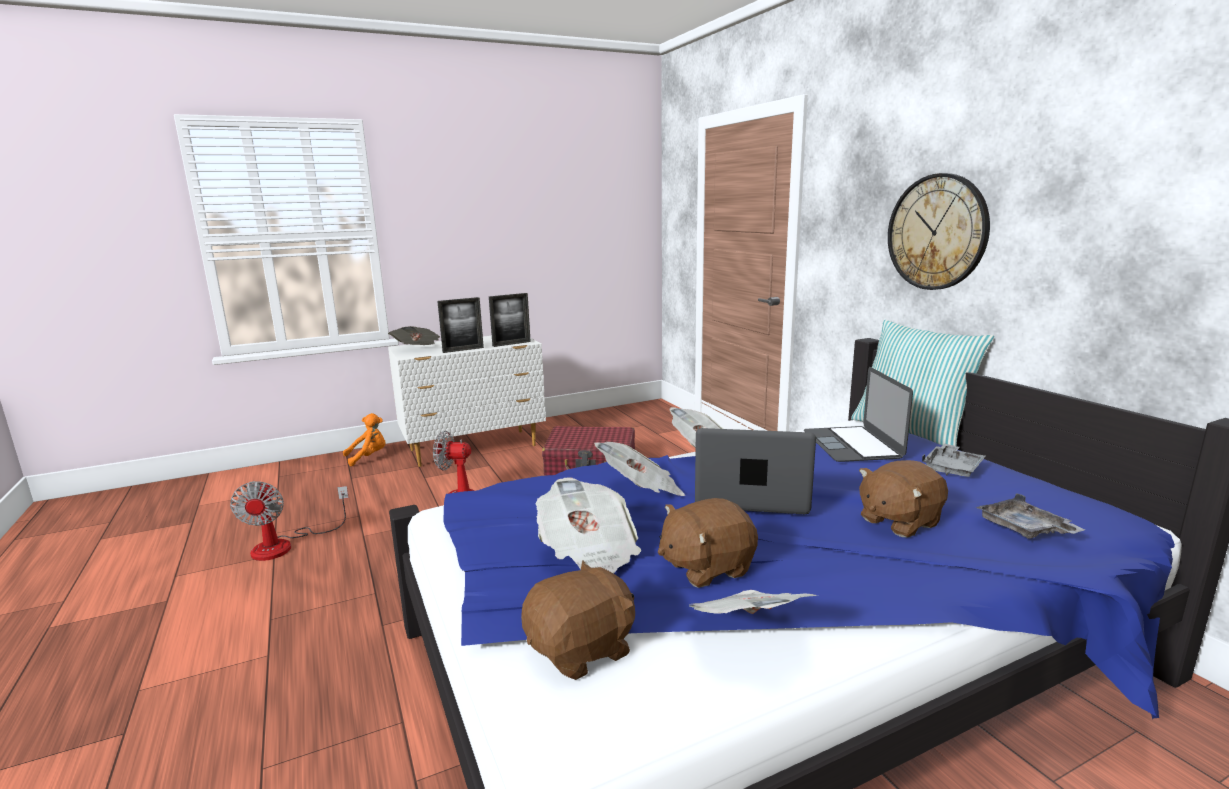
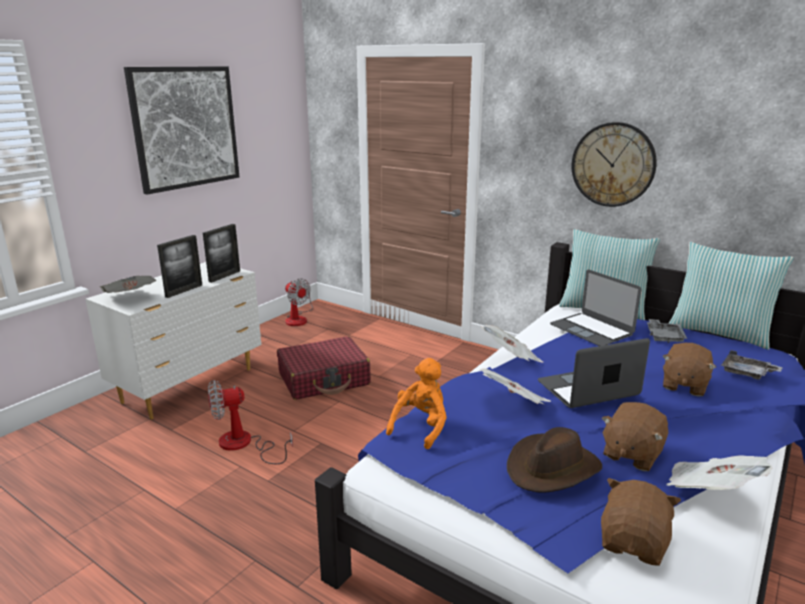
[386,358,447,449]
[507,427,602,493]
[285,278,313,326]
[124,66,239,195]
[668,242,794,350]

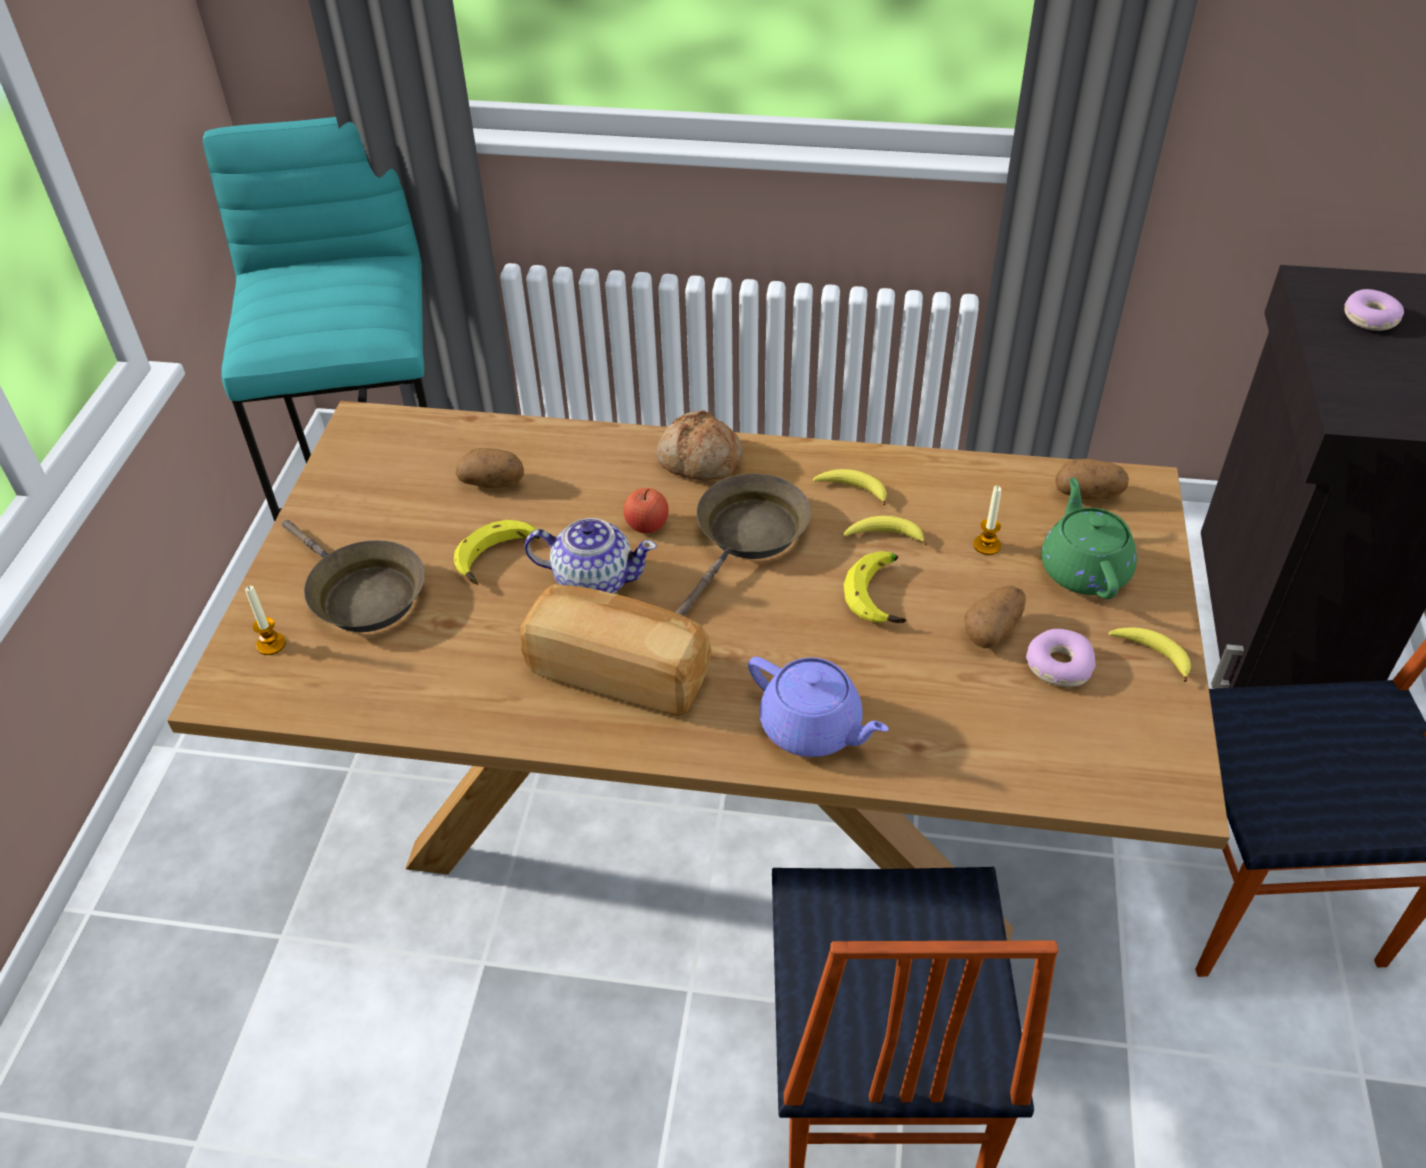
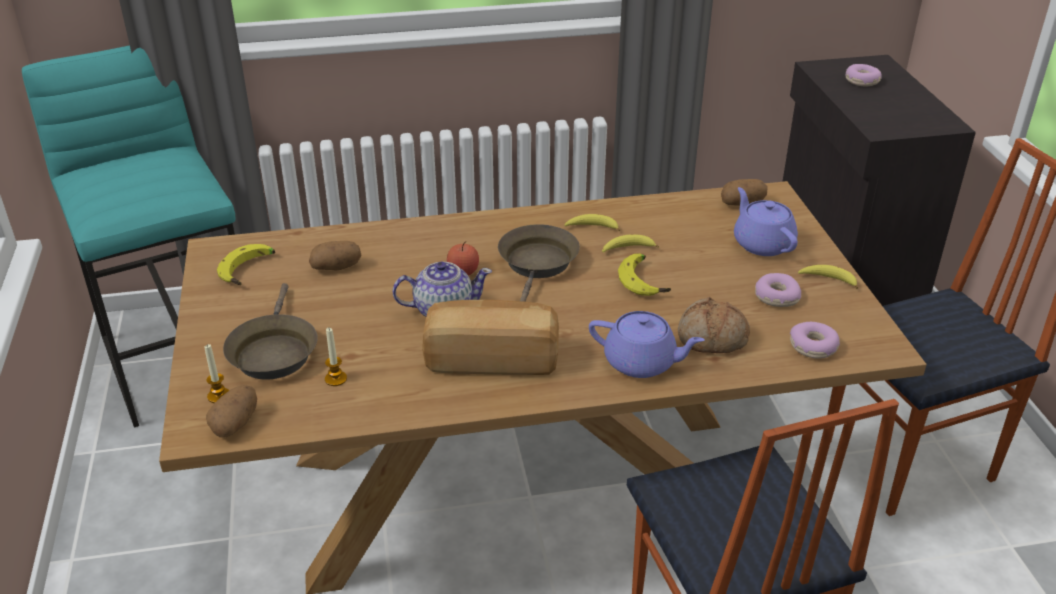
[678,297,750,353]
[734,187,798,256]
[325,328,347,386]
[223,283,318,380]
[217,244,275,285]
[206,385,257,438]
[790,322,840,359]

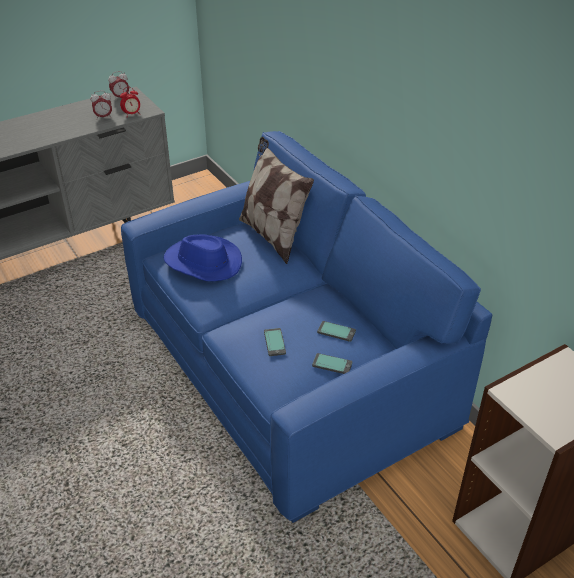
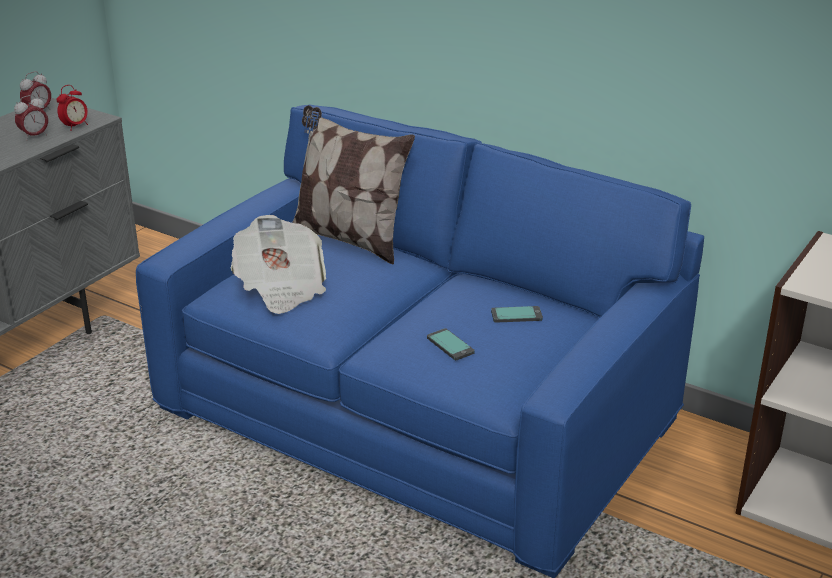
[231,215,326,314]
[312,353,352,374] (first image)

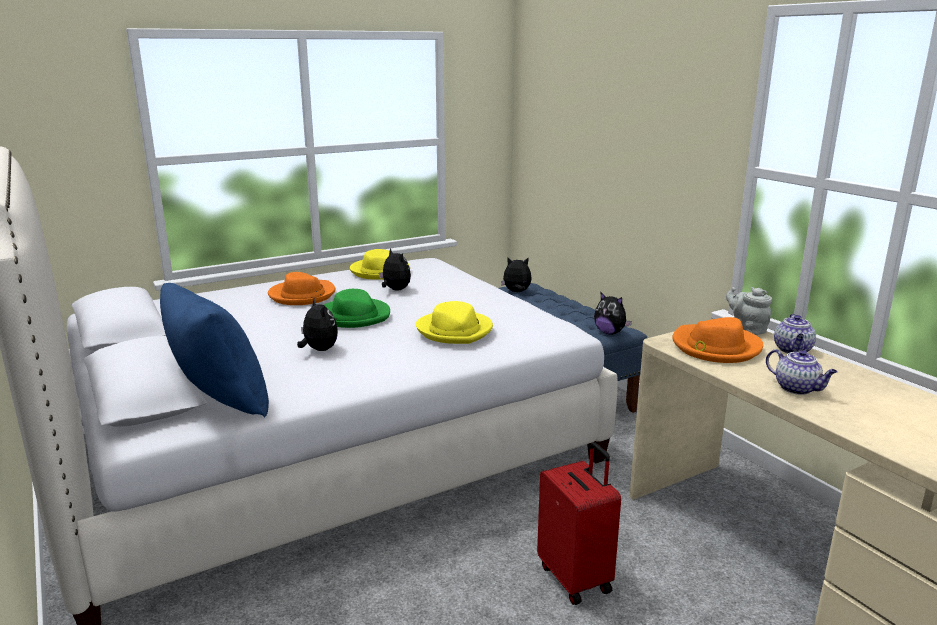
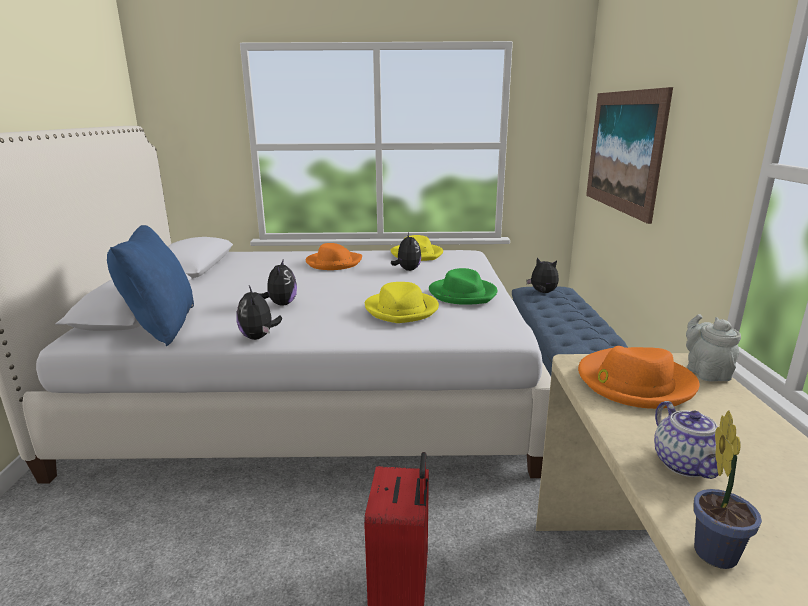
[429,268,497,305]
[236,286,282,340]
[774,314,816,354] (first image)
[586,87,673,224]
[694,411,762,569]

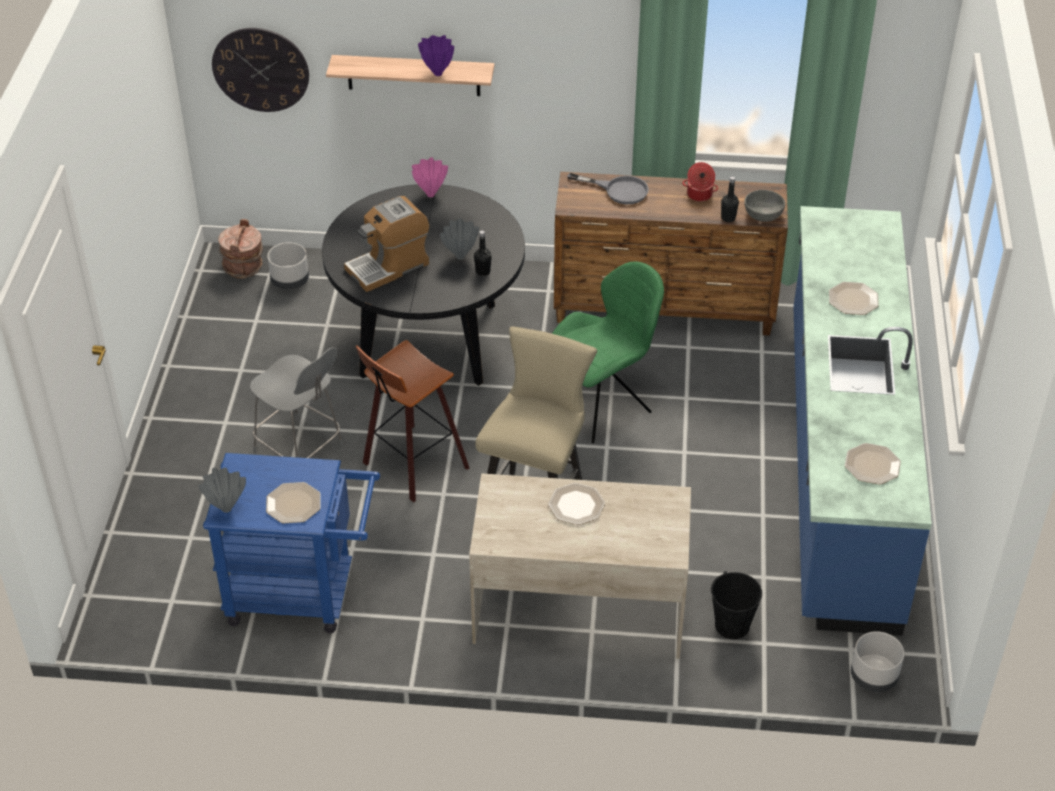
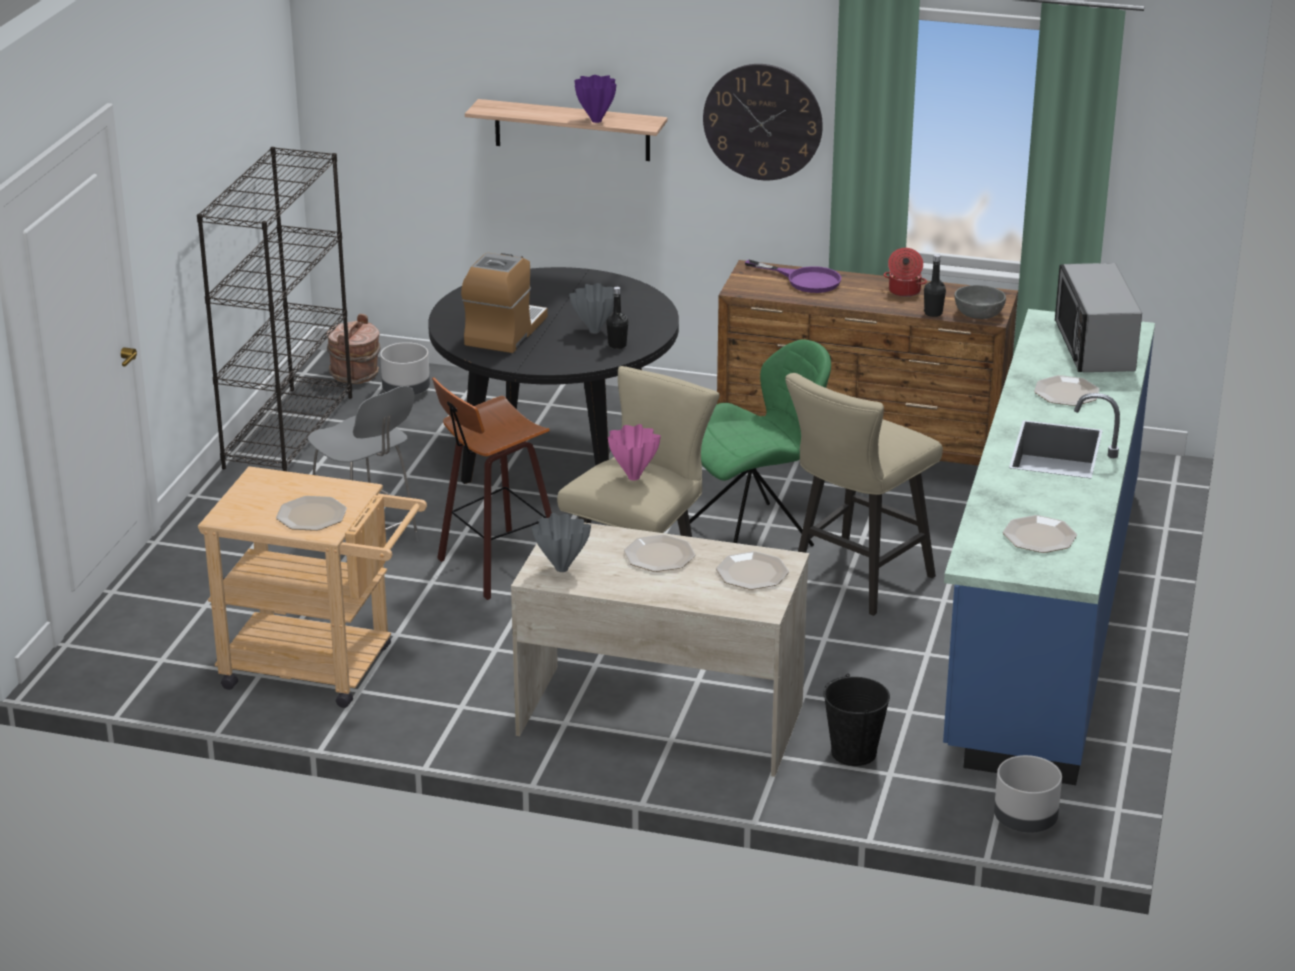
[703,64,823,180]
[608,424,661,481]
[745,260,841,293]
[461,253,548,353]
[198,466,427,708]
[532,513,591,572]
[197,147,352,471]
[1055,263,1142,372]
[785,373,943,616]
[716,551,789,590]

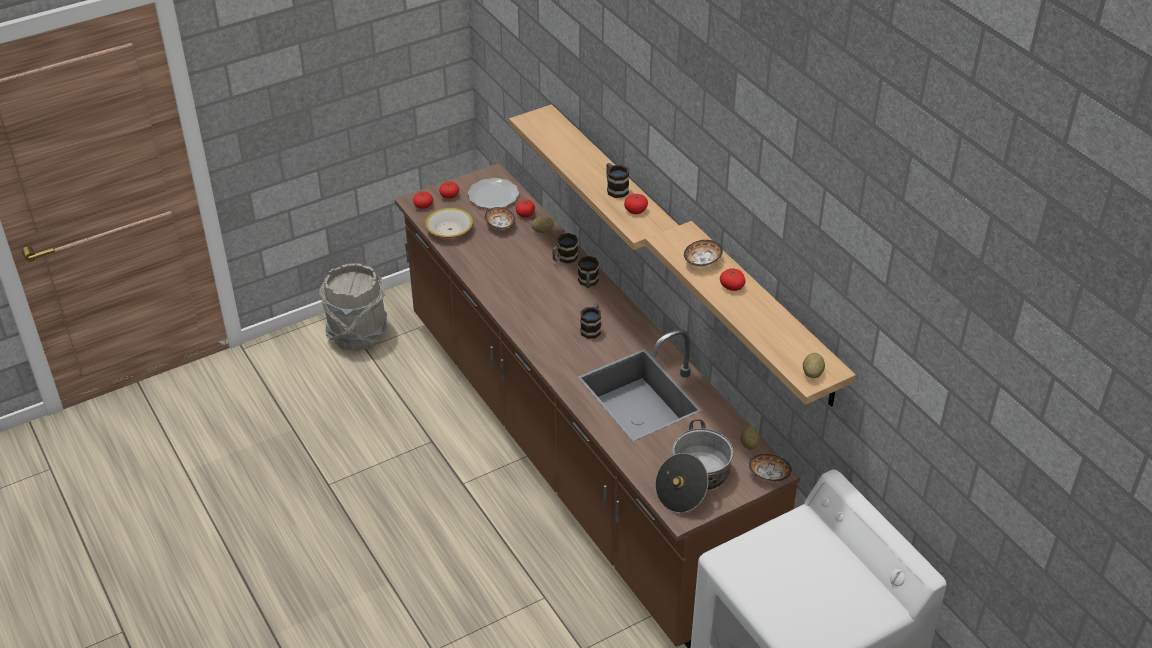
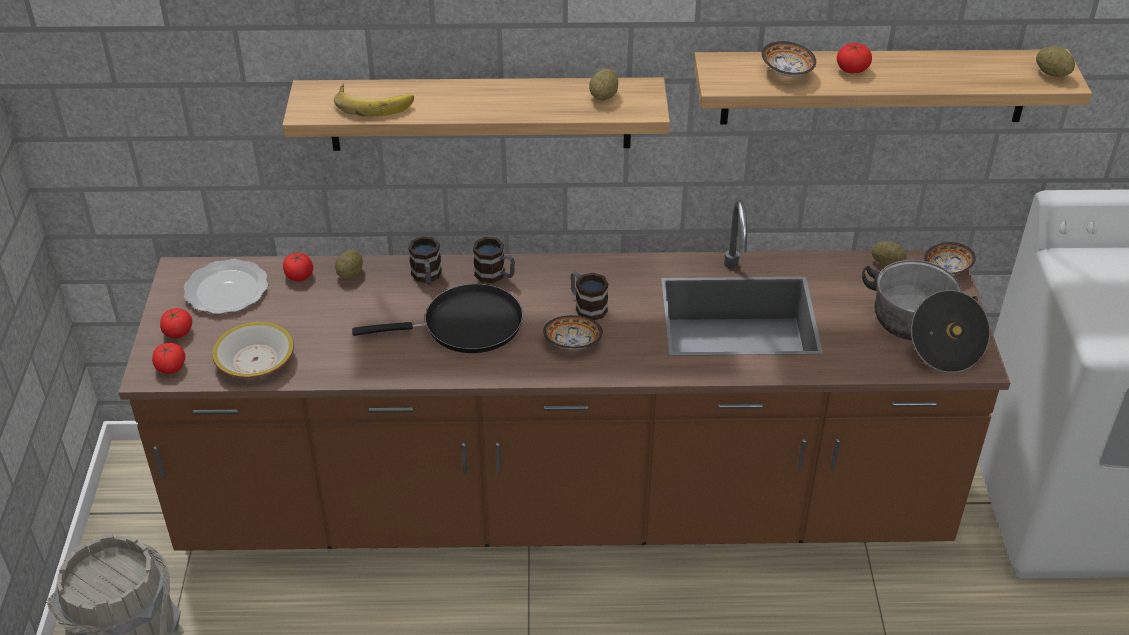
[606,163,629,198] (first image)
[589,69,618,100]
[543,315,603,350]
[334,84,414,117]
[352,284,523,353]

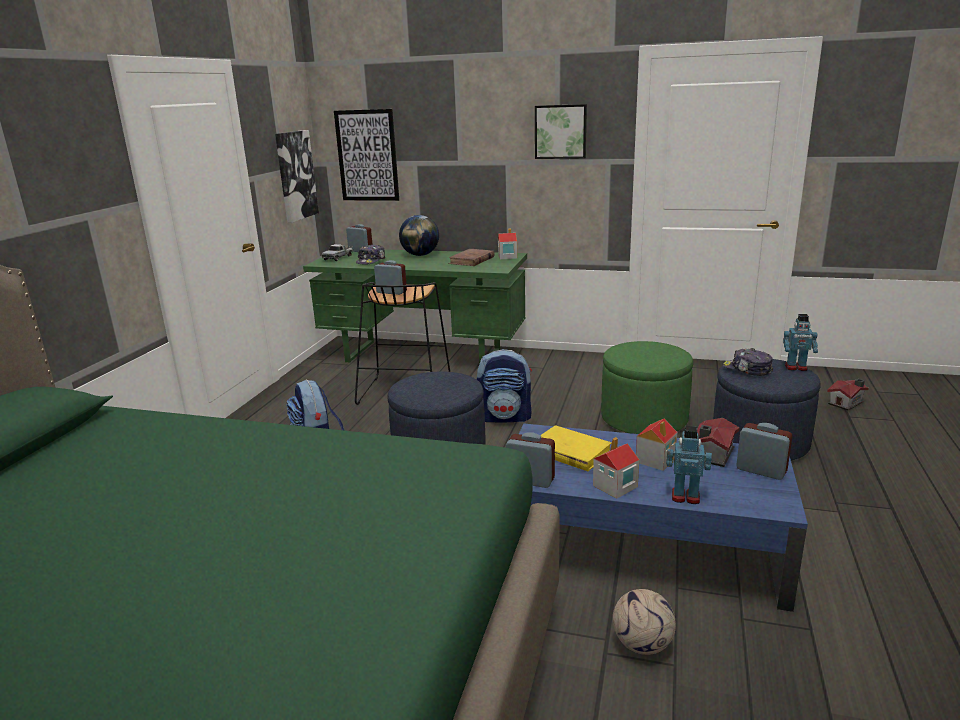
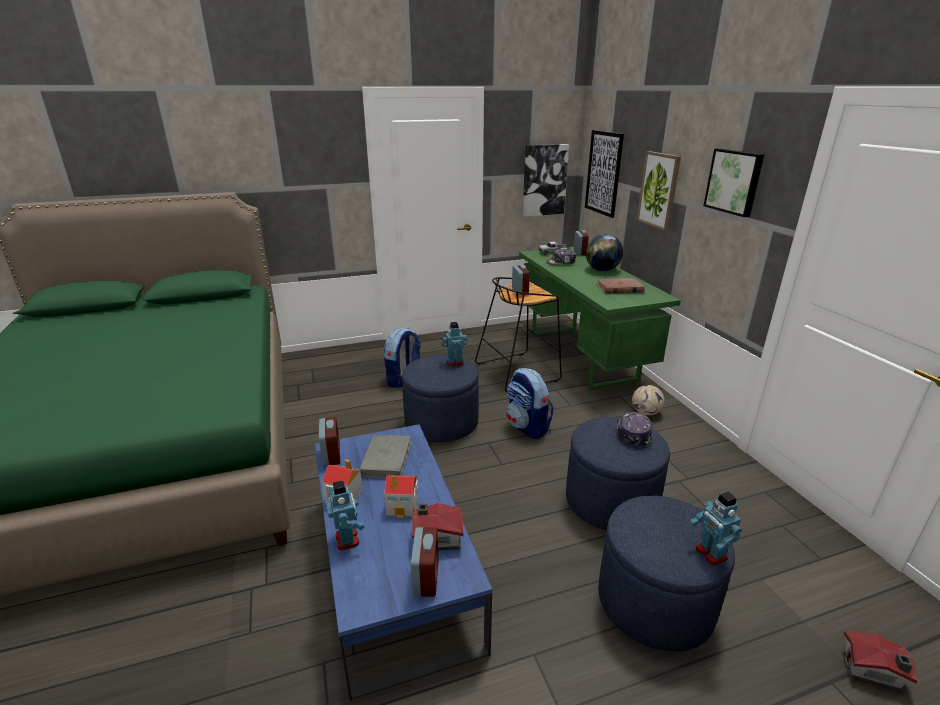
[498,229,517,259] (first image)
[566,417,670,530]
[616,412,653,447]
[359,435,412,478]
[632,385,665,416]
[637,151,681,231]
[441,322,467,367]

